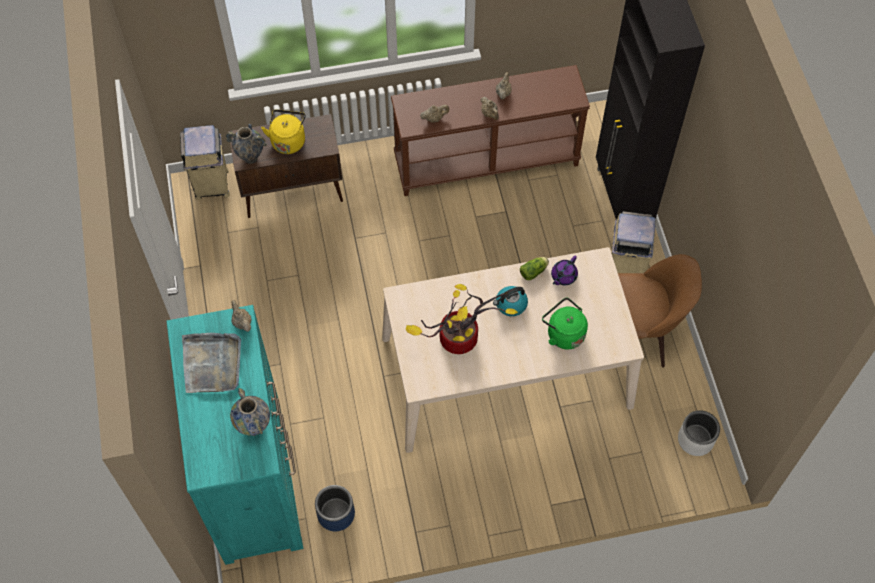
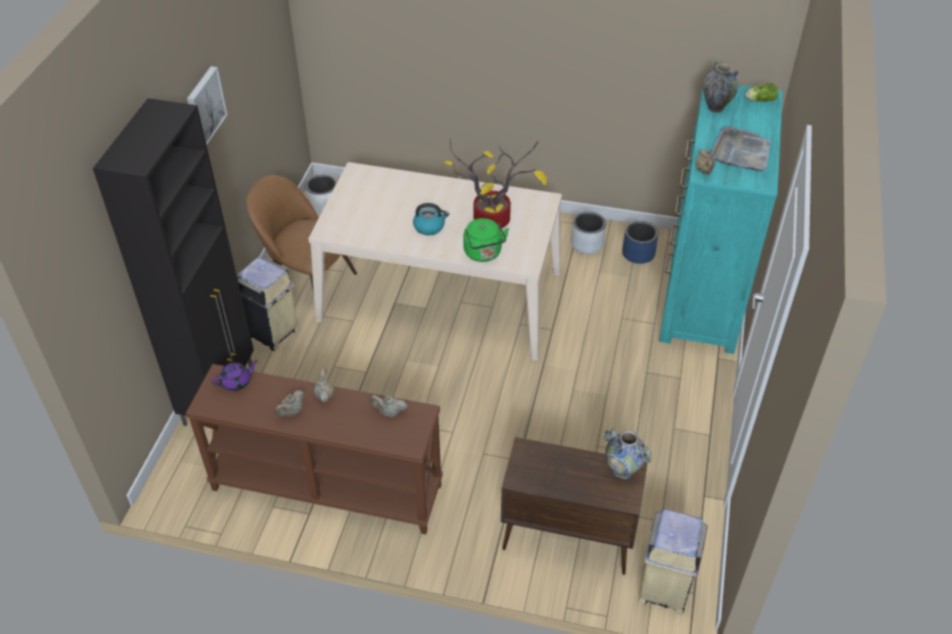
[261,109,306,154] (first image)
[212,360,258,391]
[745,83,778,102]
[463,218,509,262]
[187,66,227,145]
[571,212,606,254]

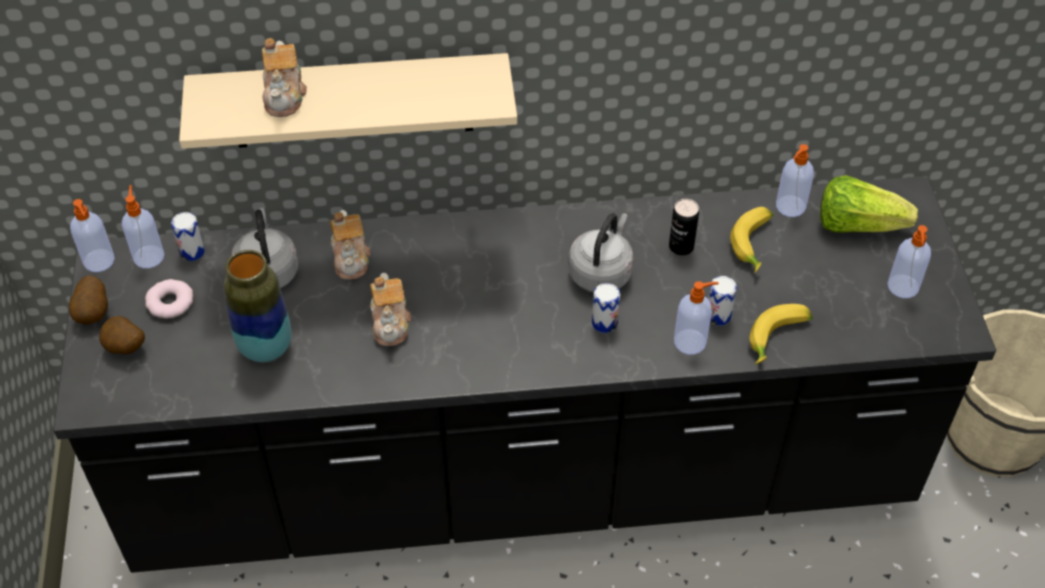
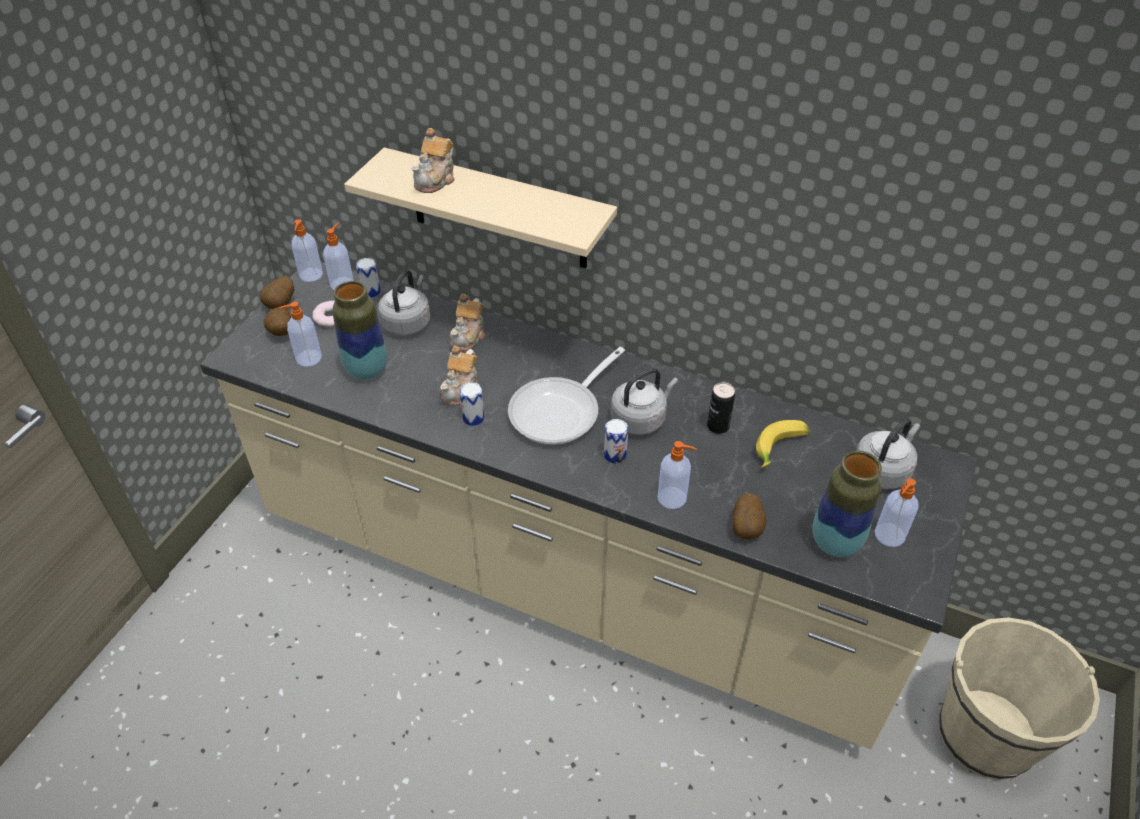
[279,302,322,367]
[856,418,921,489]
[200,262,977,749]
[459,382,484,426]
[732,493,766,539]
[508,347,625,445]
[812,451,882,557]

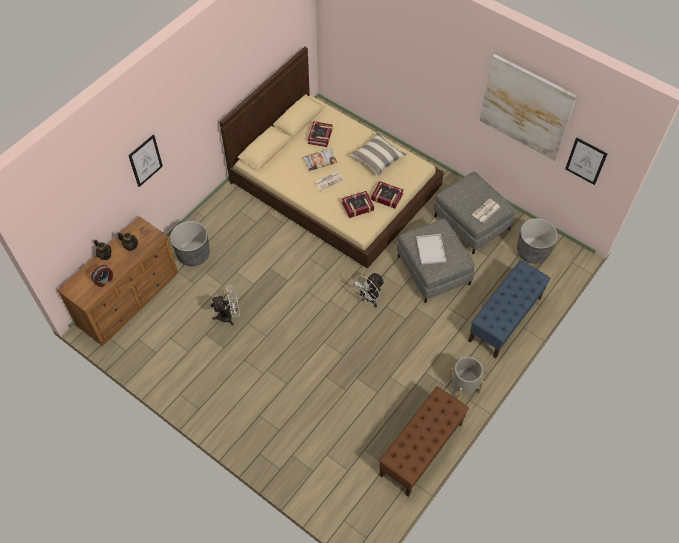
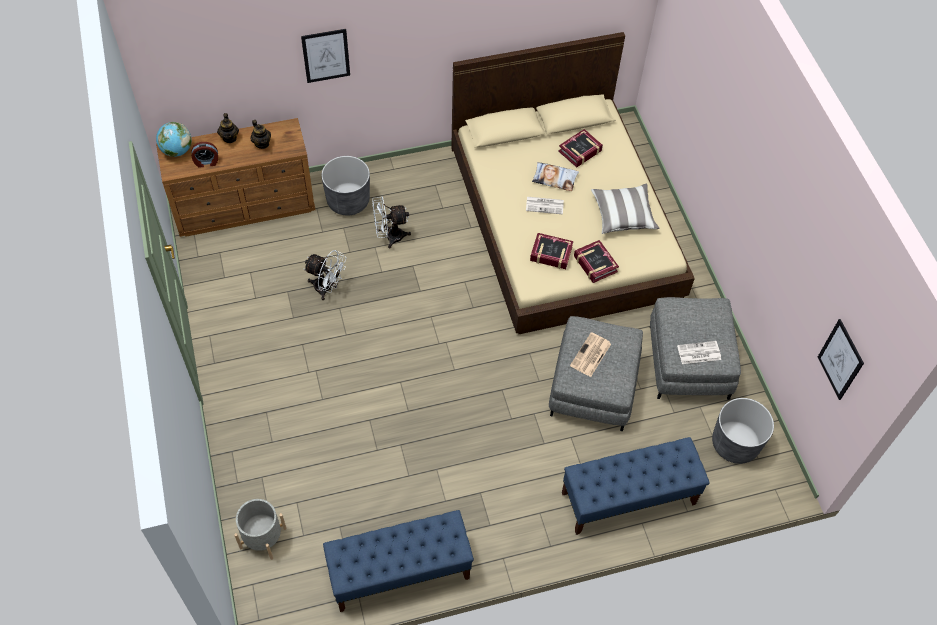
[480,54,577,161] (first image)
[570,332,611,377]
[372,197,411,249]
[234,499,287,560]
[323,510,474,612]
[156,122,192,157]

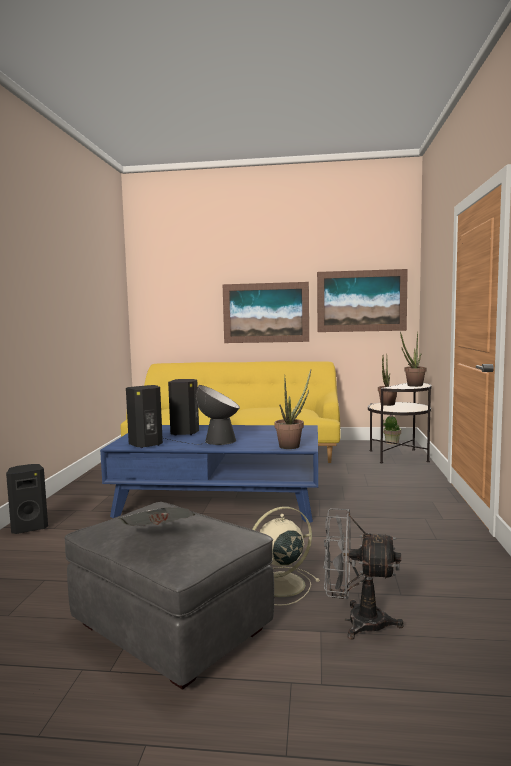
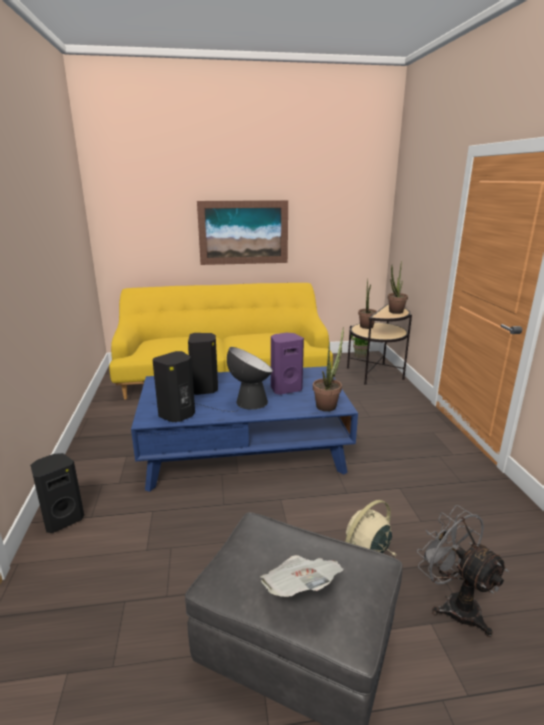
[317,269,408,332] (first image)
[417,505,509,637]
[271,333,304,395]

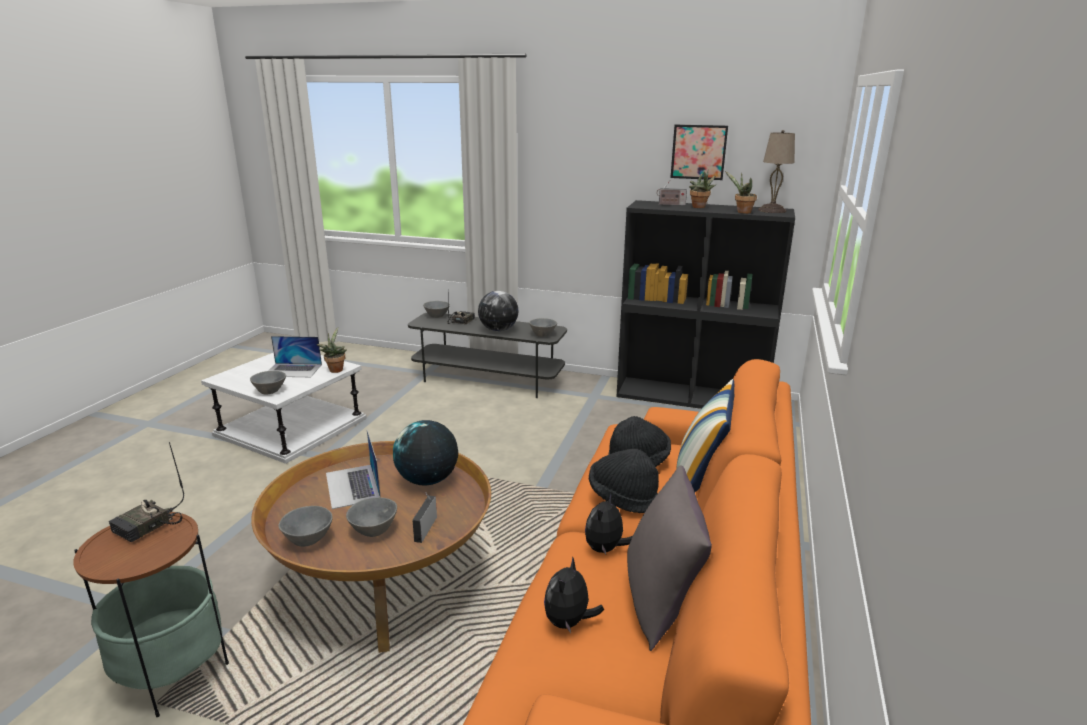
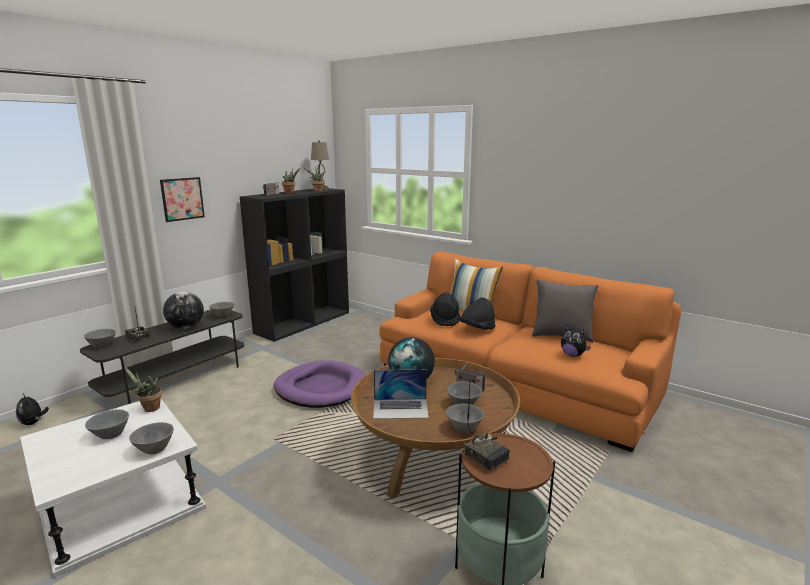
[160,177,205,222]
[85,409,129,439]
[16,394,49,425]
[274,360,365,408]

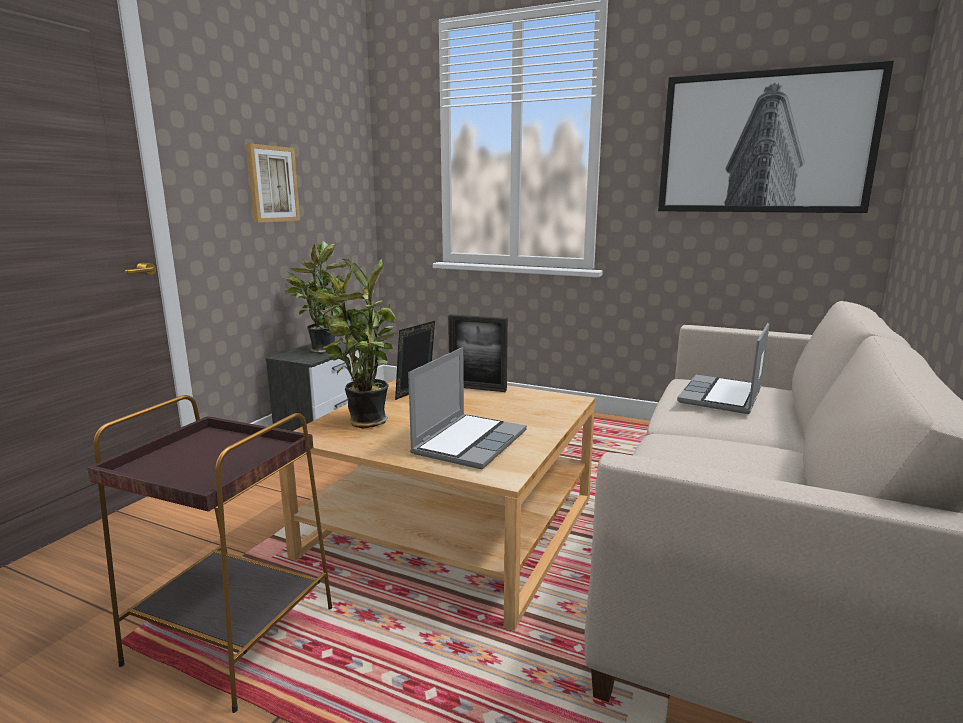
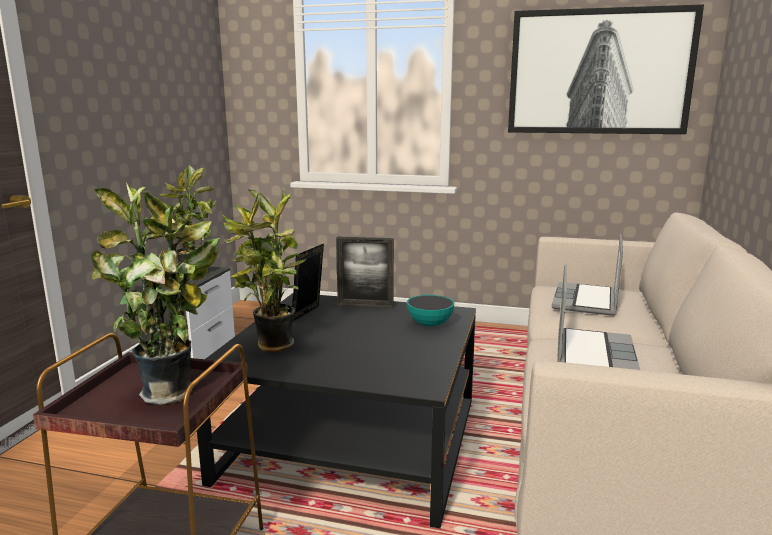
[246,143,300,223] (first image)
[557,264,640,370]
[197,293,476,529]
[91,182,220,405]
[407,295,455,326]

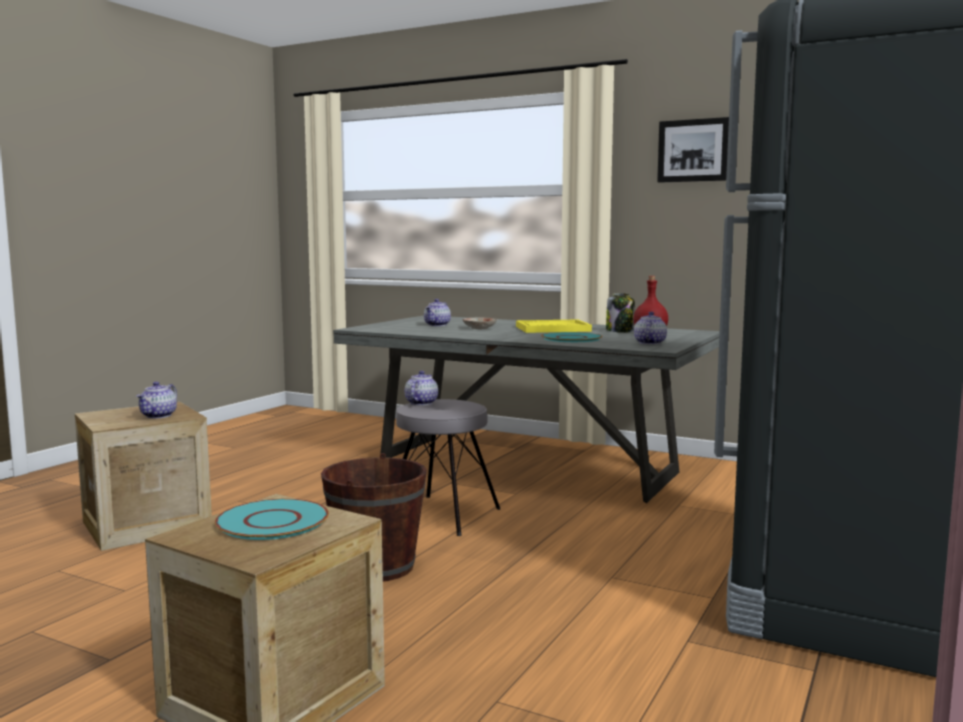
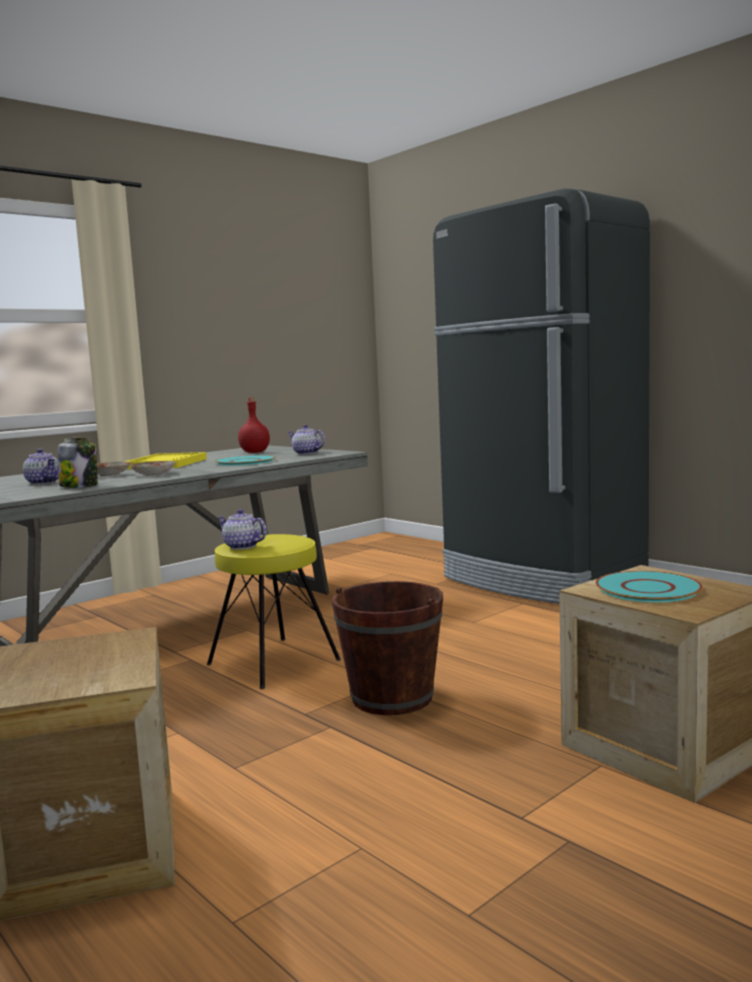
[657,117,729,183] (first image)
[58,438,98,488]
[136,381,177,418] (first image)
[207,534,341,689]
[130,461,175,476]

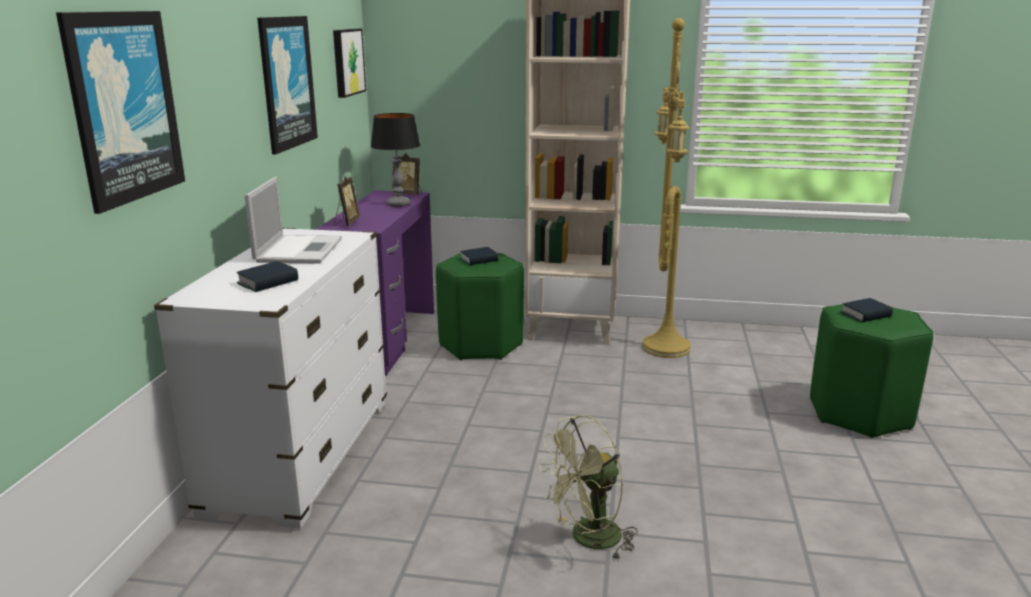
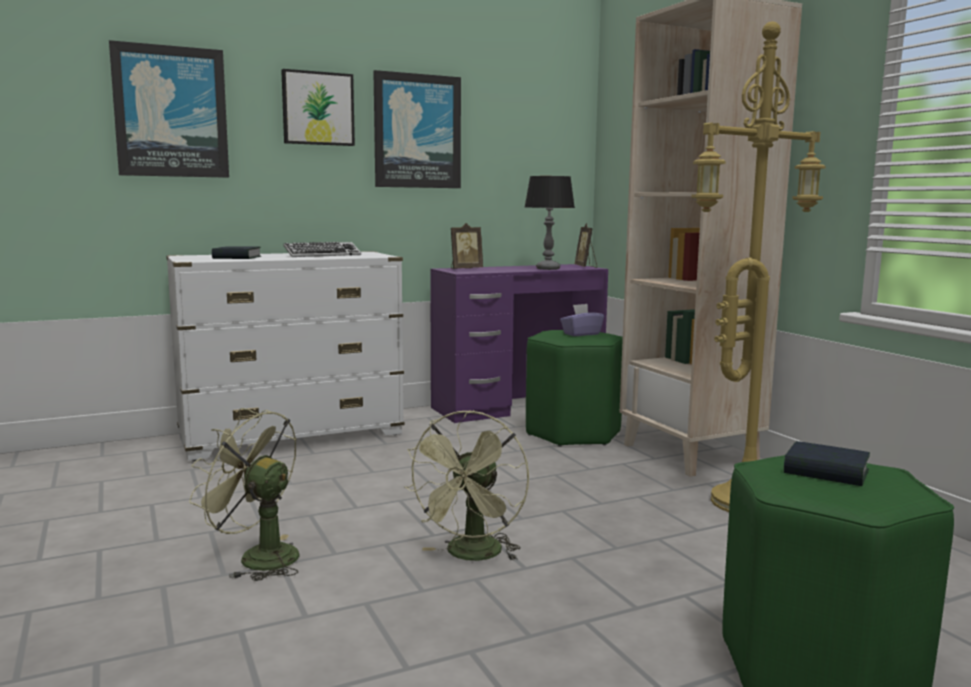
[281,69,355,146]
[283,242,361,257]
[560,304,604,336]
[404,410,529,561]

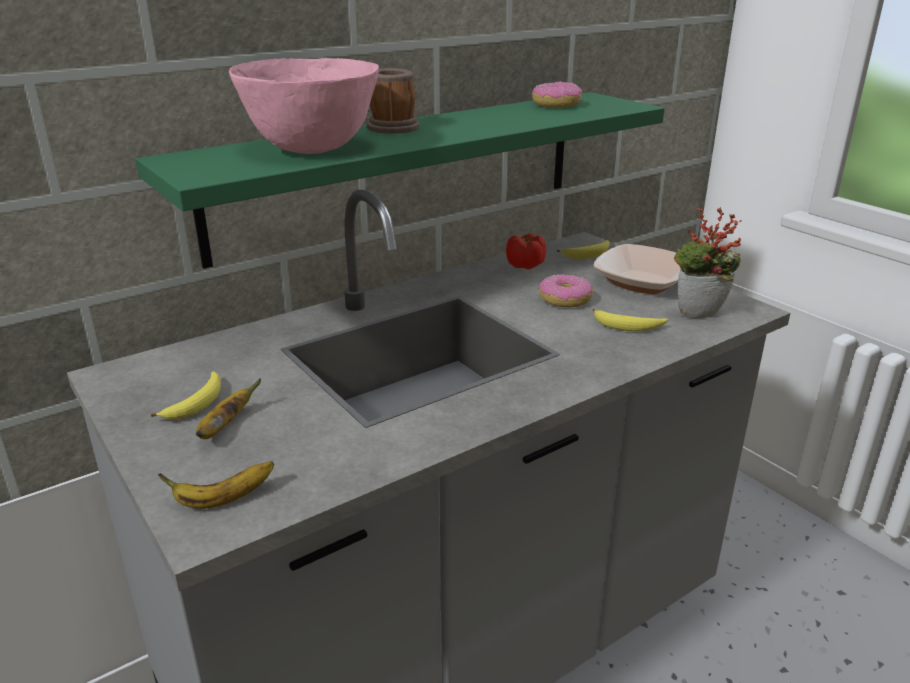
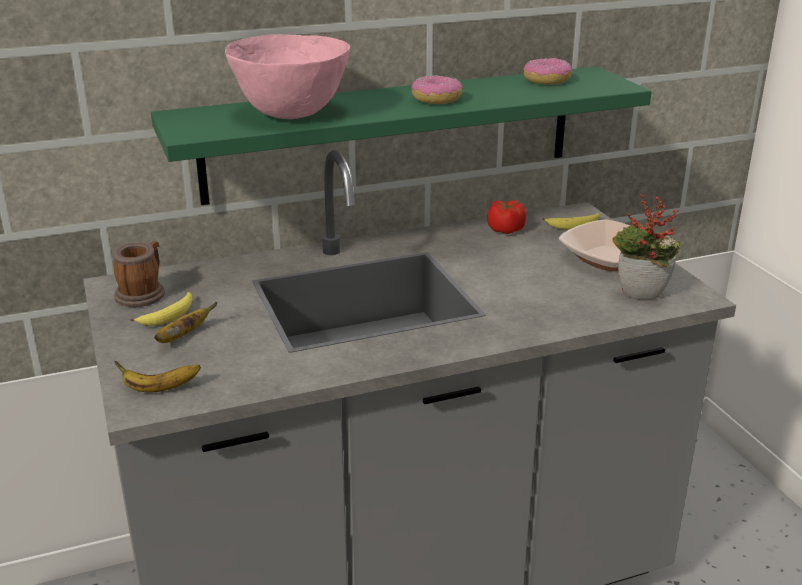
[113,241,165,307]
[412,76,463,104]
[593,309,668,331] (first image)

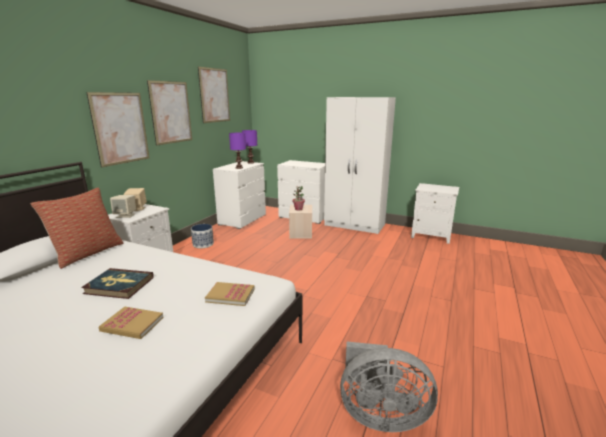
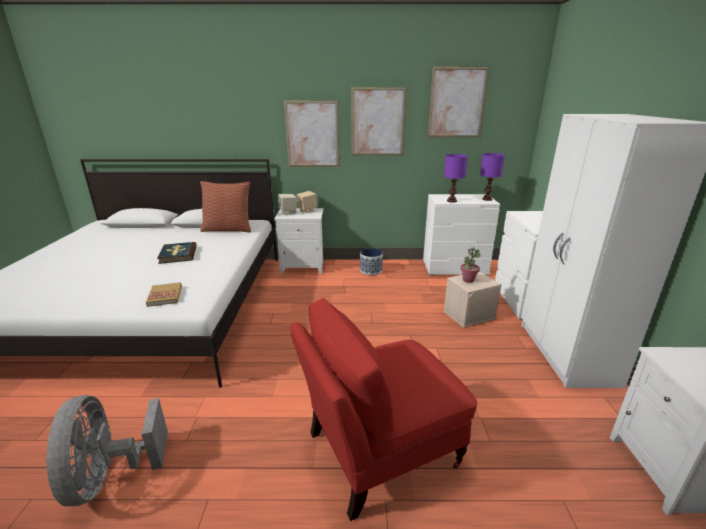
[99,306,163,339] (first image)
[290,298,478,521]

